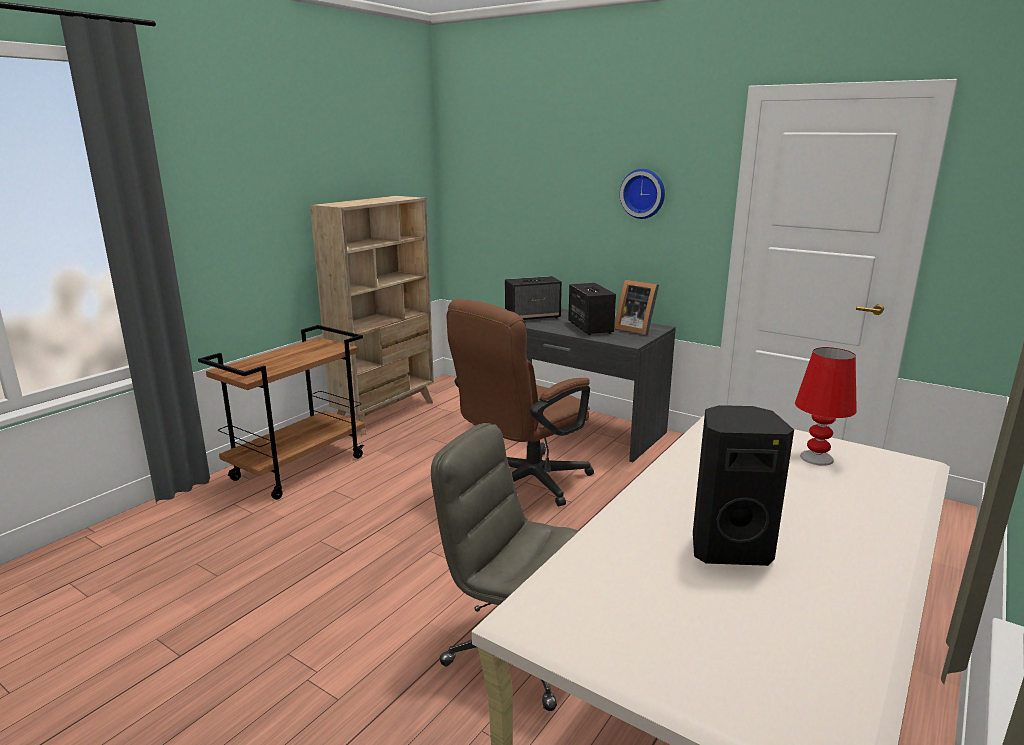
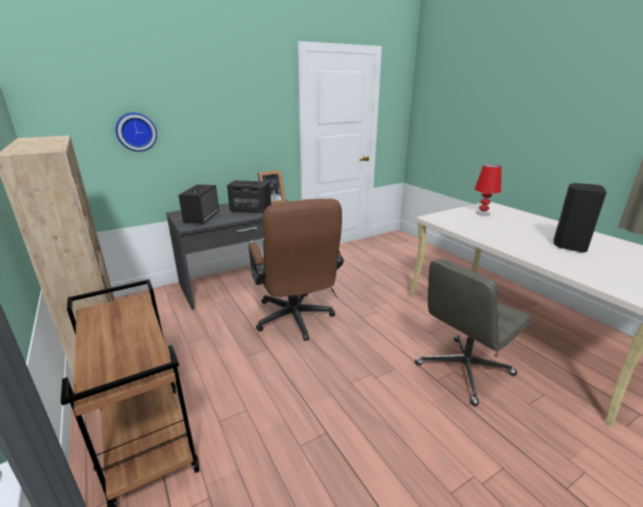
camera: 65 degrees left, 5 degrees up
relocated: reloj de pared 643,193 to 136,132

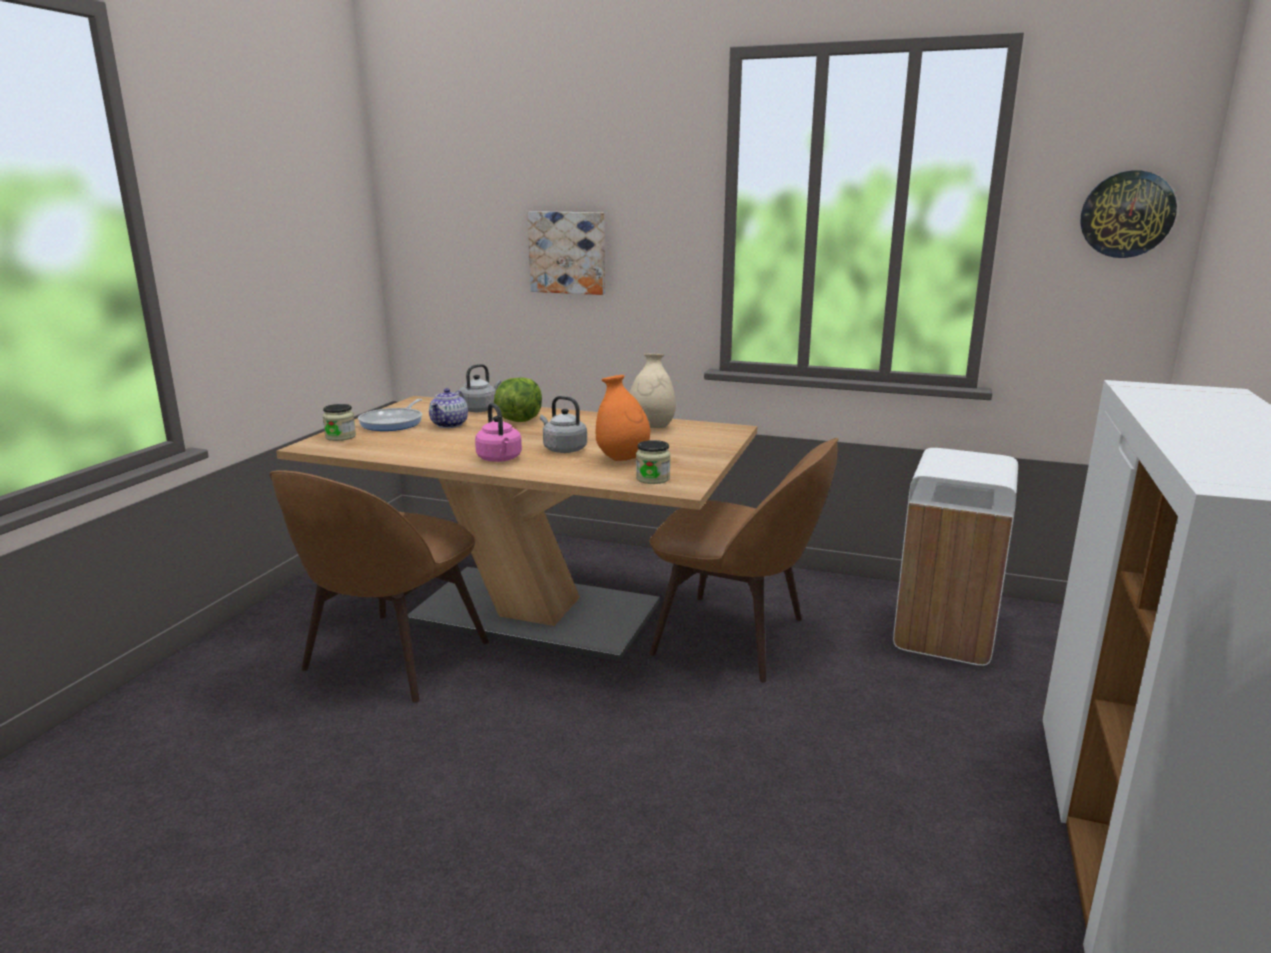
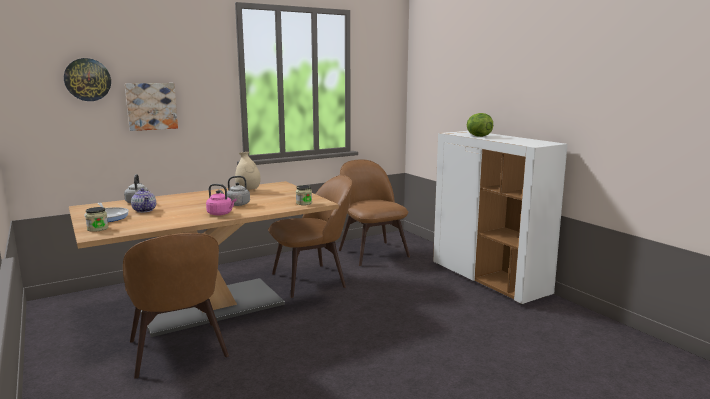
camera: 50 degrees left, 5 degrees down
missing: florero [naranja] 623,459
relocated: lechuga 519,420 to 478,136; reloj de pared 1127,214 to 87,79
exchanged: papelera [blanco] 946,634 to silla [marrón] 372,252

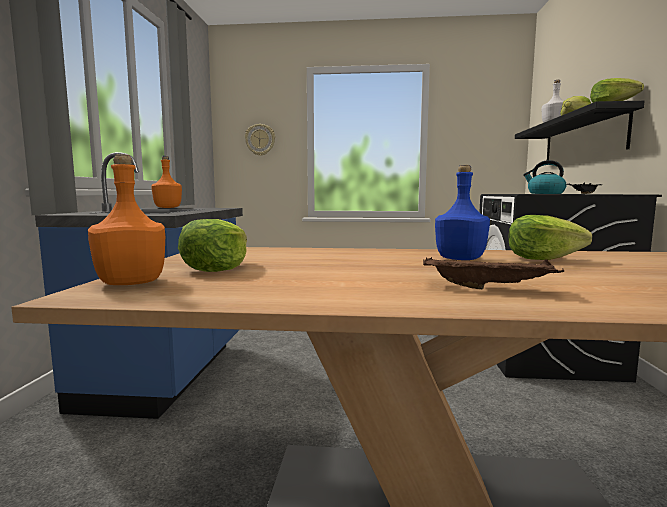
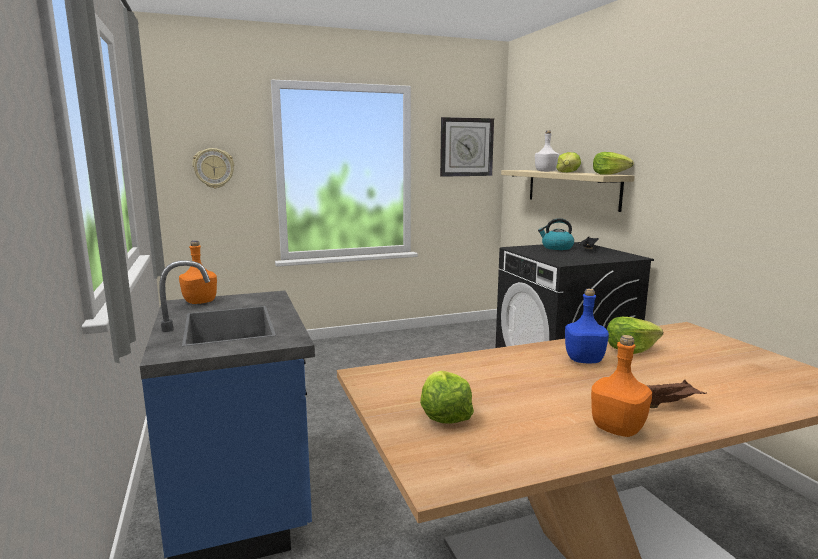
camera: 25 degrees left, 5 degrees up
appeared: reloj de pared 466,147
relocated: botella [naranja] 130,283 to 617,429
colour: estante [negro] 582,139 to estante [beis] 571,188

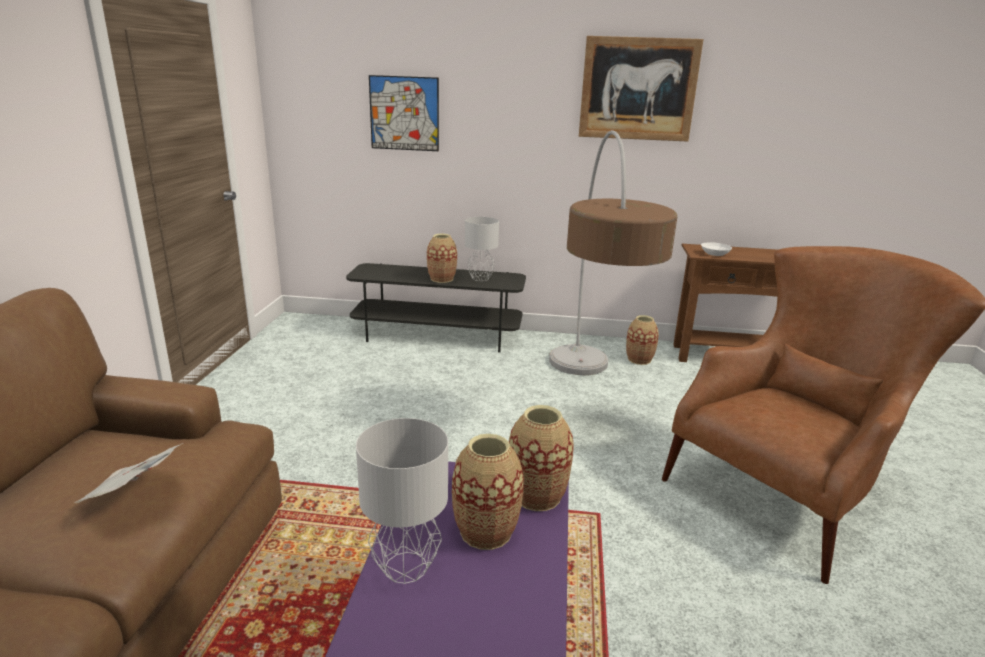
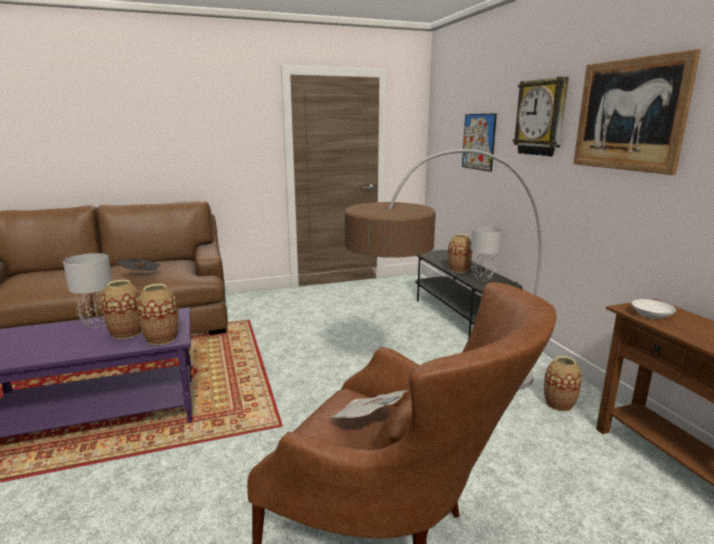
camera: 65 degrees right, 5 degrees down
appeared: periódico 367,422; reloj de pared 541,118

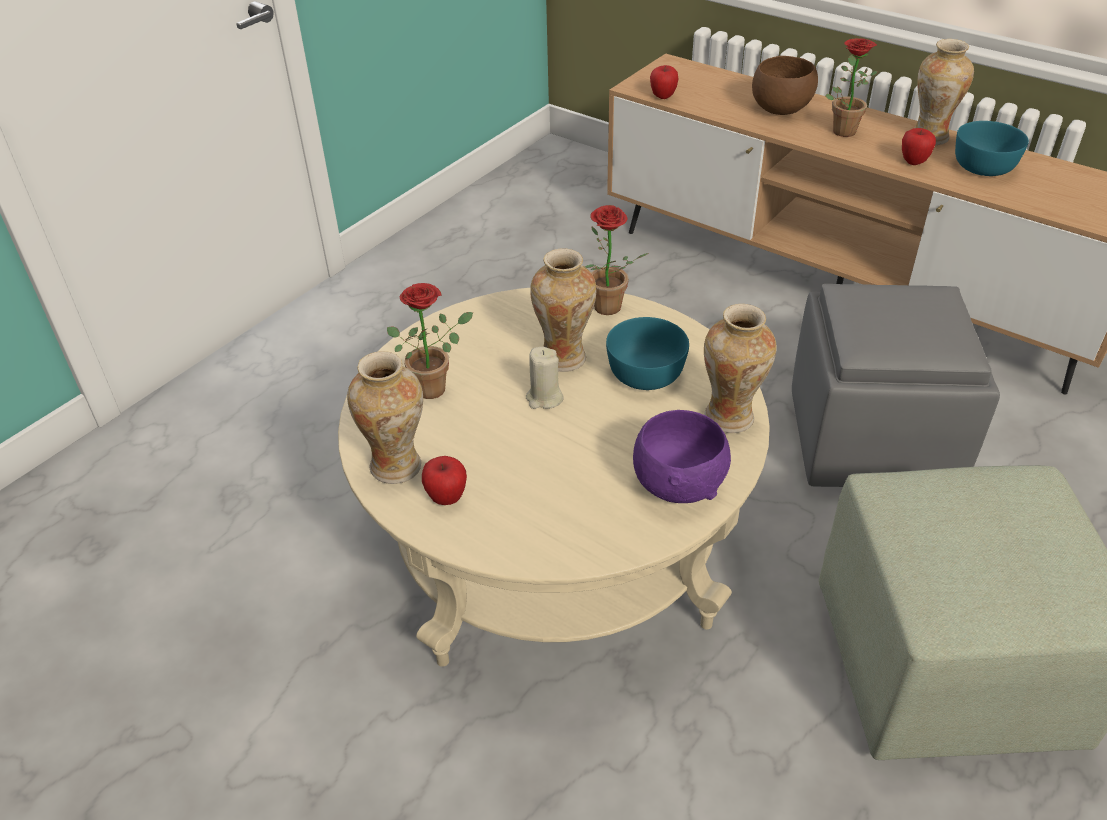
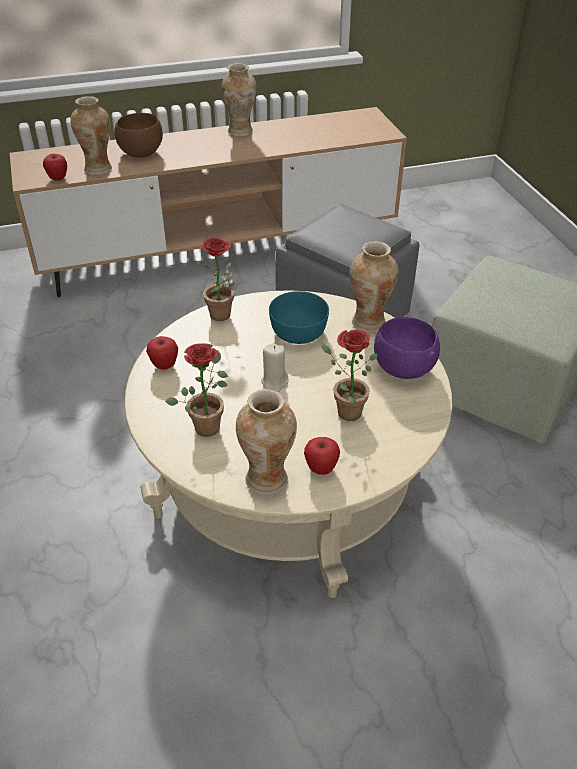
camera: 55 degrees left, 0 degrees up
missing: cuenco [turquesa] 983,167
relocated: florero 564,358 to 98,169; planta en maceta 842,129 to 344,411; manzana 913,162 to 164,365

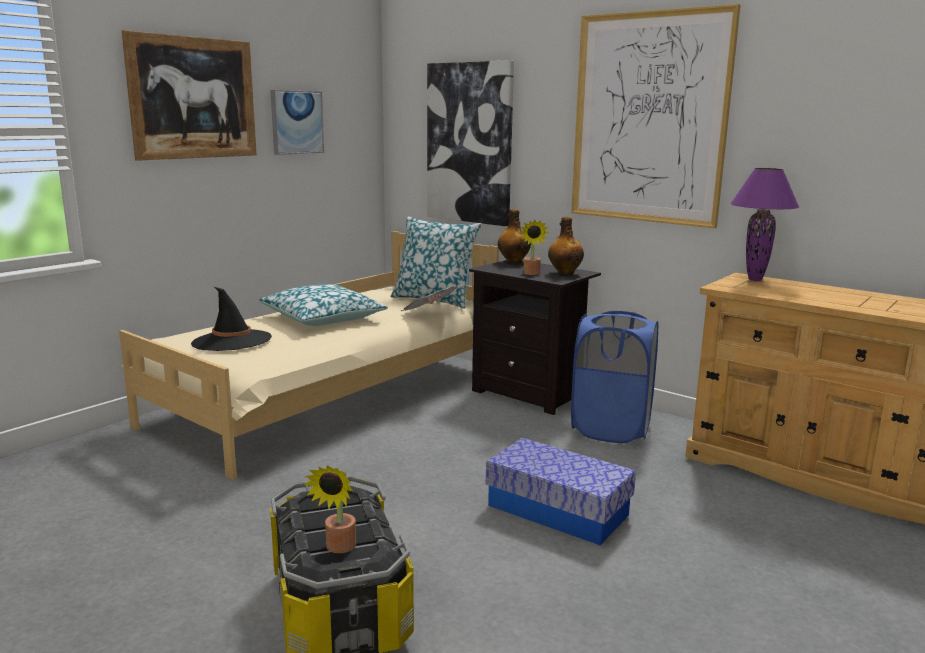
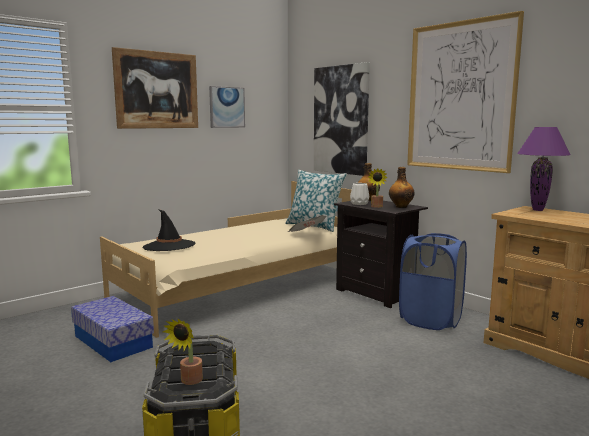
camera: 10 degrees right, 5 degrees down
missing: cojín 323,318
appeared: florero [blanco] 359,204
relocated: caja de almacenaje 558,510 to 113,341

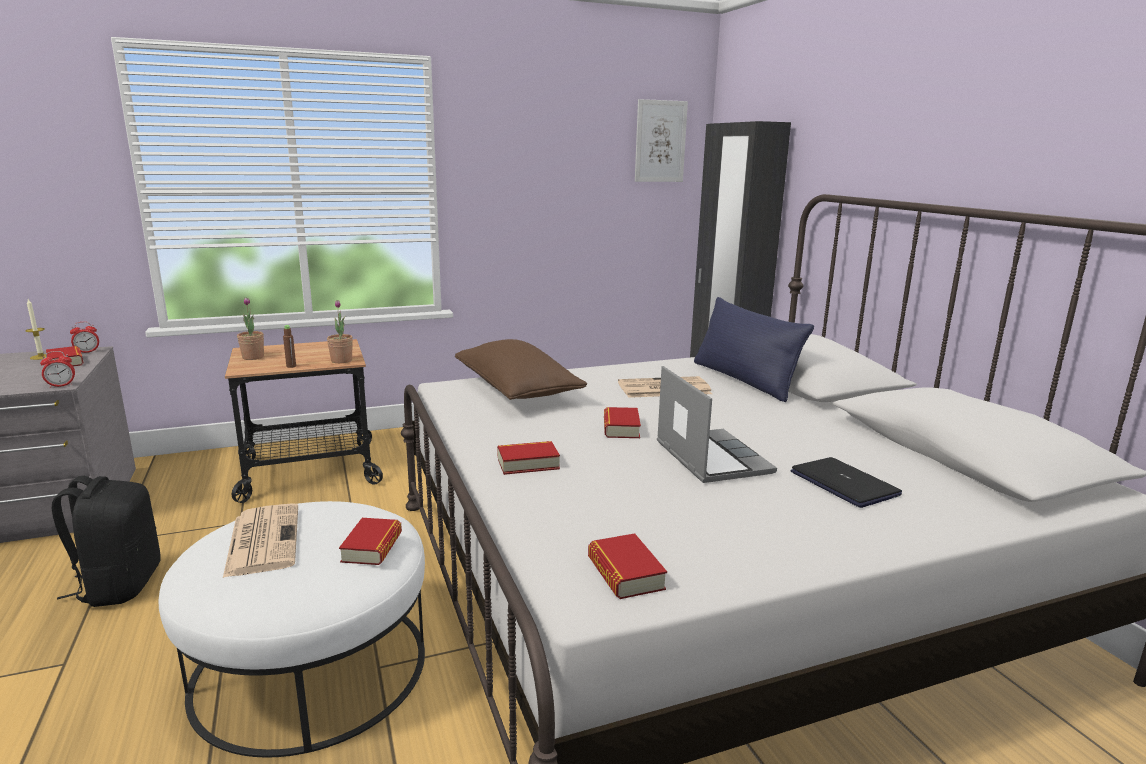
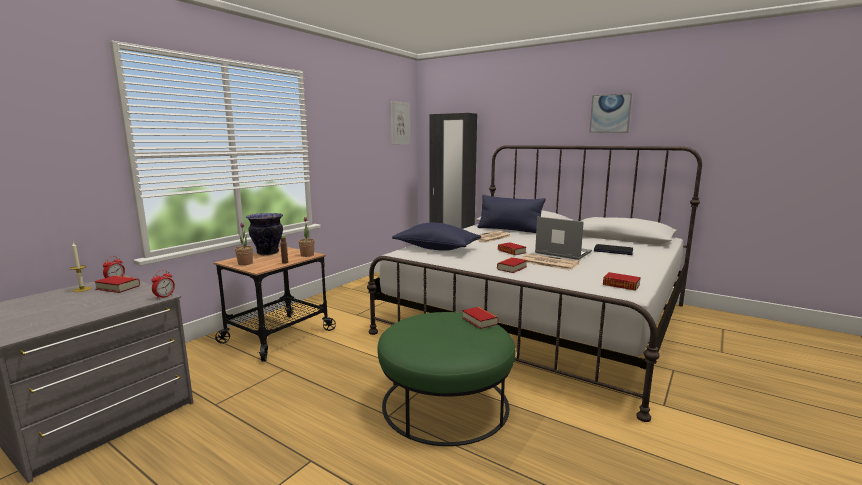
camera: 35 degrees left, 5 degrees down
missing: mochila [negro] 119,586
appeared: florero 267,253; cuadro 610,113
relocated: periódico 263,539 to 547,262
colour: puf [blanco] 311,667 to puf [verde] 445,403; cojín [marrón] 517,390 to cojín [azul] 436,248

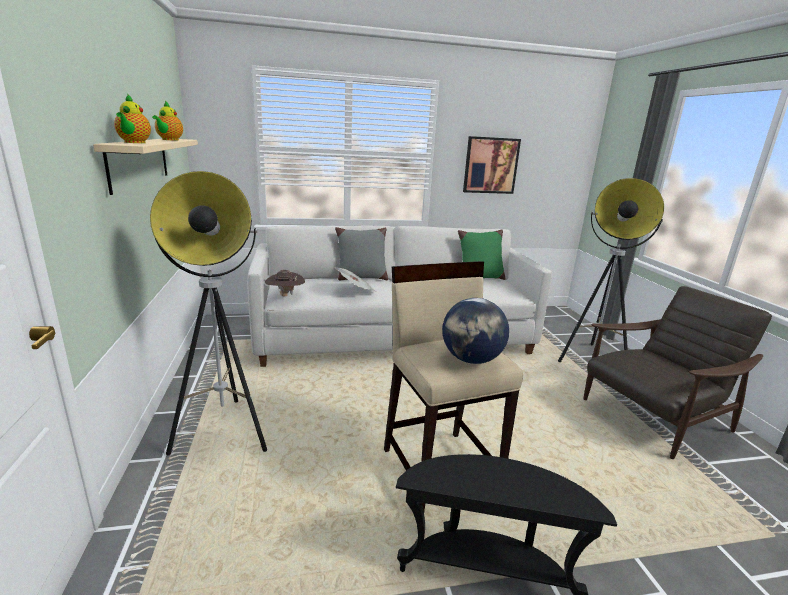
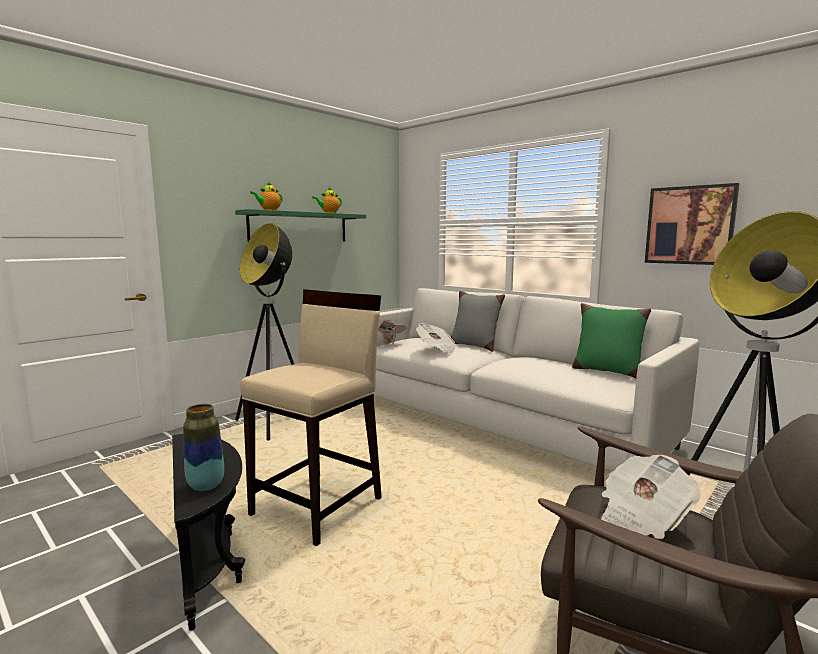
camera: 55 degrees right, 10 degrees down
missing: globo terráqueo 471,360
appeared: florero 206,485; periódico 642,517
colour: estante [beis] 139,162 to estante [verde] 299,227

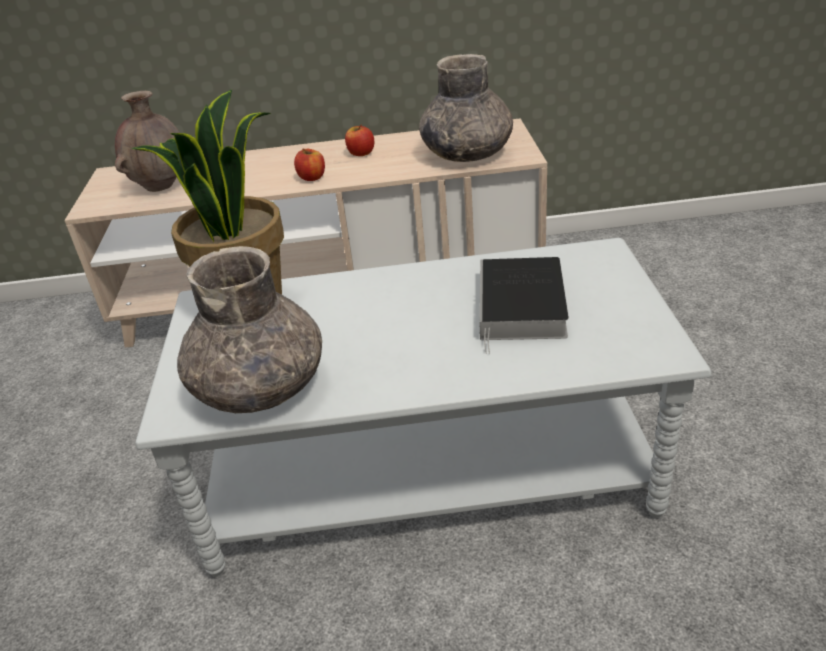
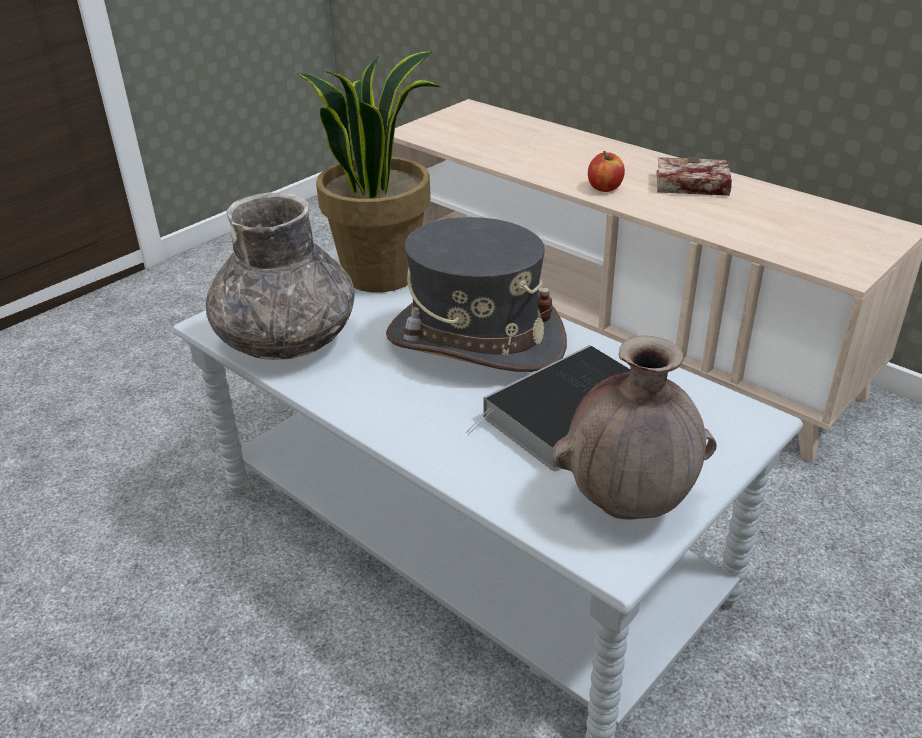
camera: 45 degrees right, 0 degrees up
missing: florero [gris] 467,154
appeared: sombrero [gris] 475,340
relocated: florero [marrón] 161,186 to 629,504
exchanged: manzana 361,153 to libro 688,185

